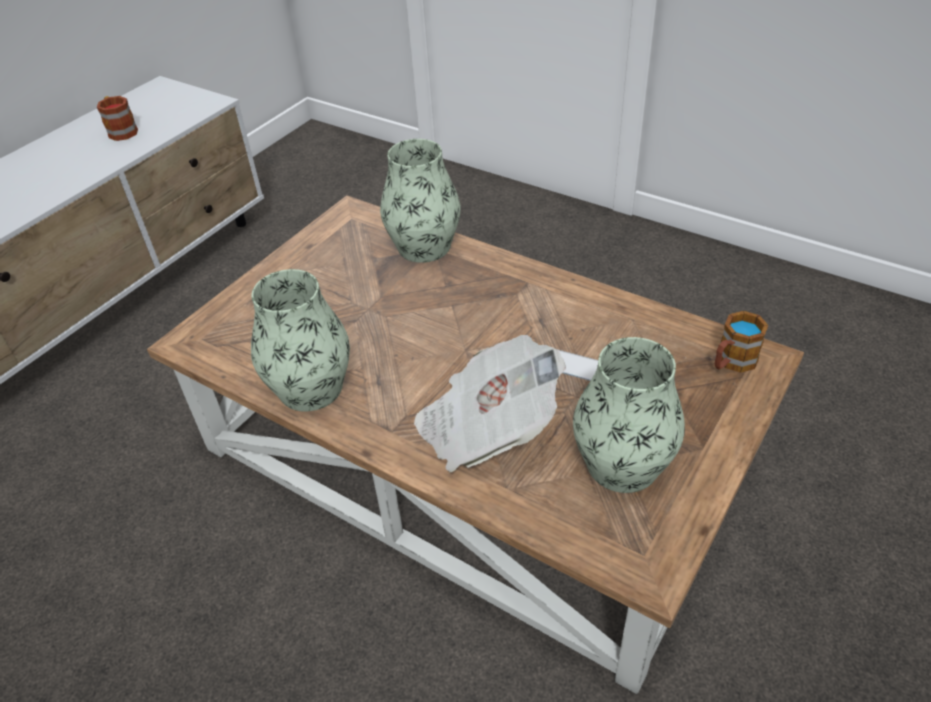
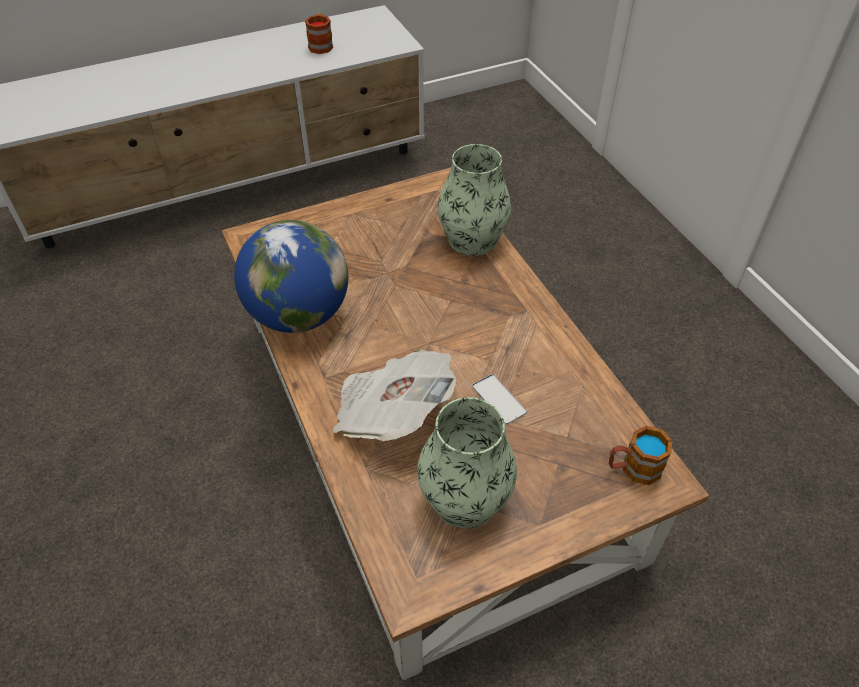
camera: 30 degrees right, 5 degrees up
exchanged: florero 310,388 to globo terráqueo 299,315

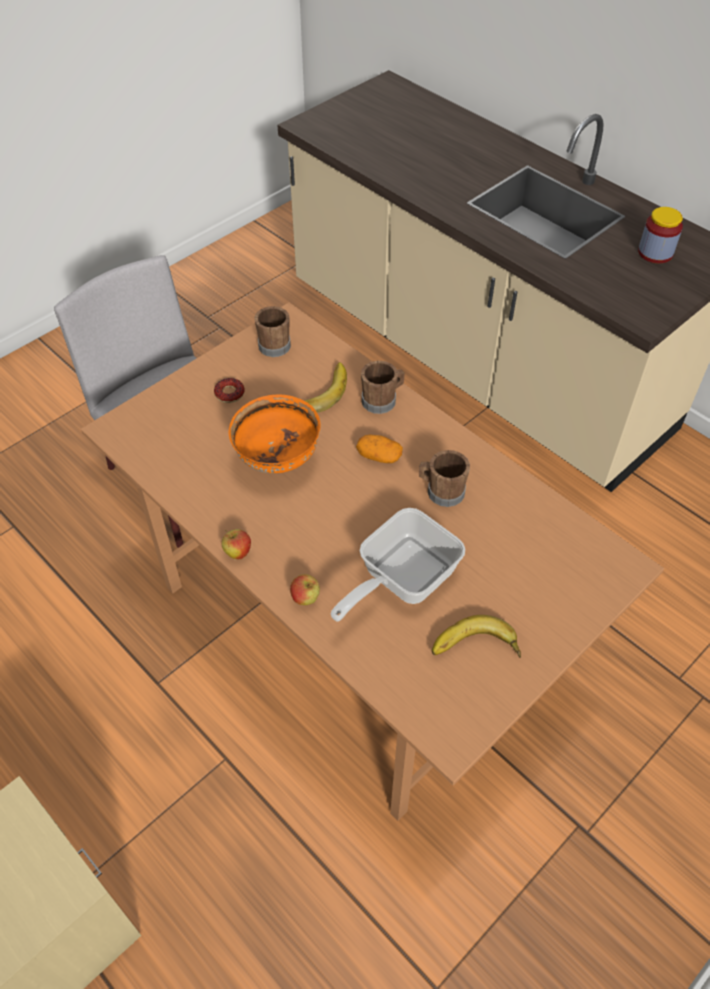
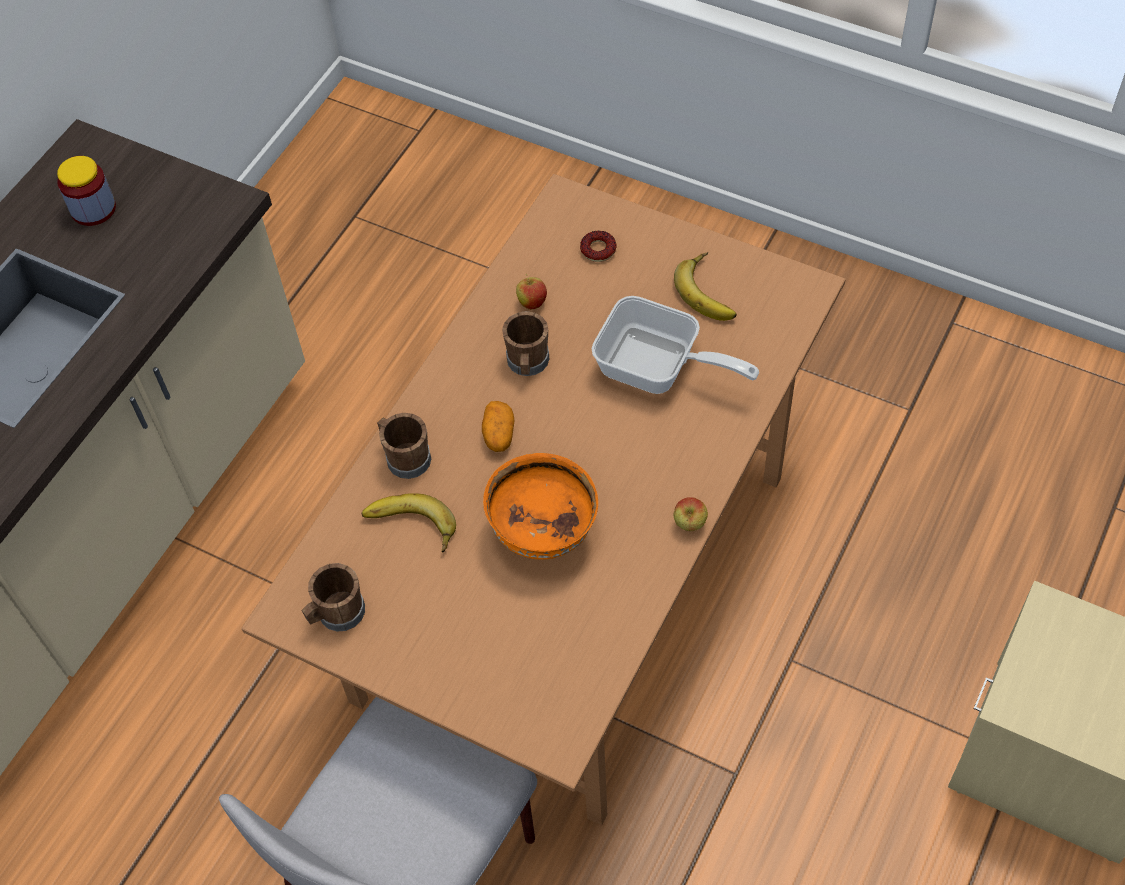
camera: 105 degrees left, 5 degrees up
relocated: rosquilla 229,393 to 598,250; manzana 305,599 to 532,302

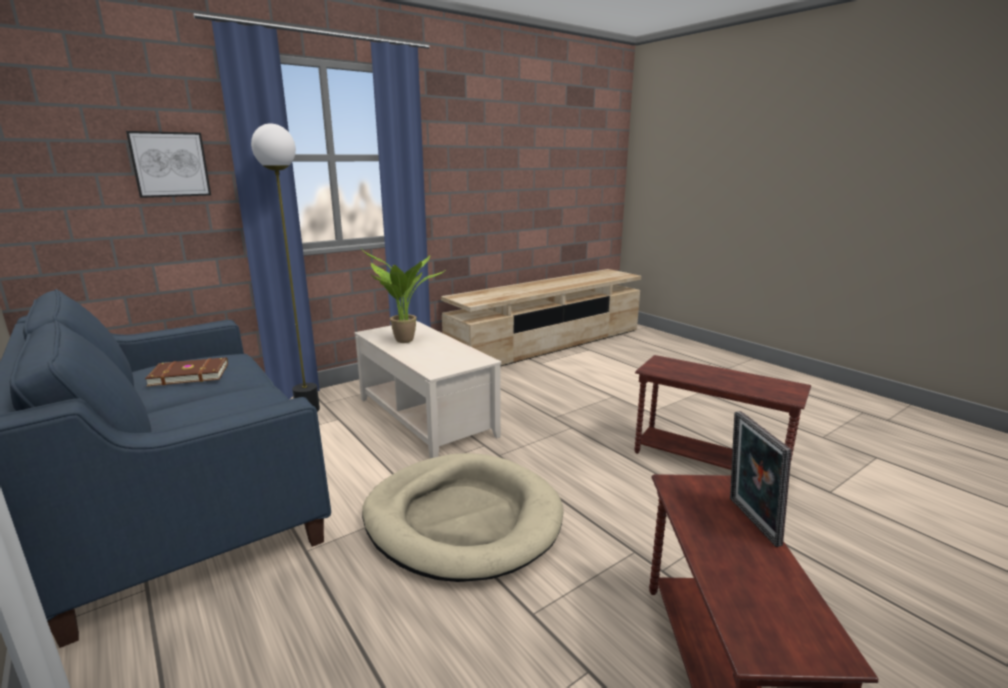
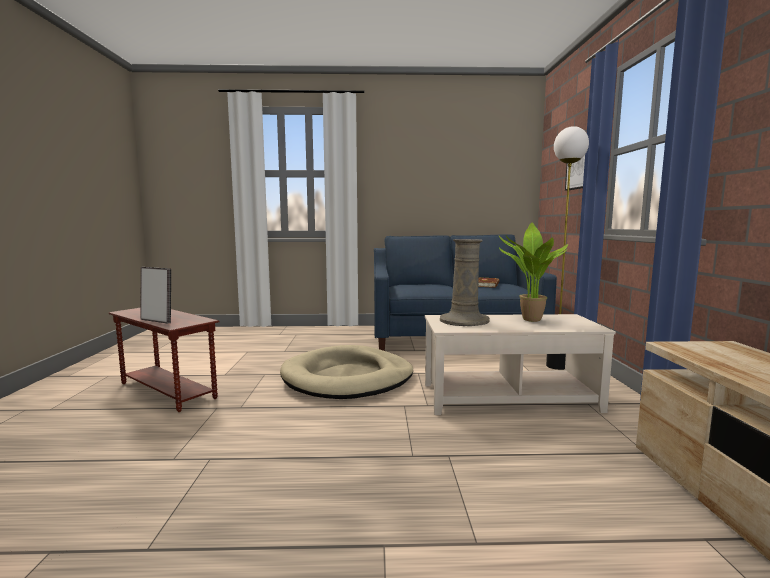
camera: 125 degrees right, 10 degrees down
missing: mesa auxiliar [marrón] 708,462
appeared: florero [beis] 463,320

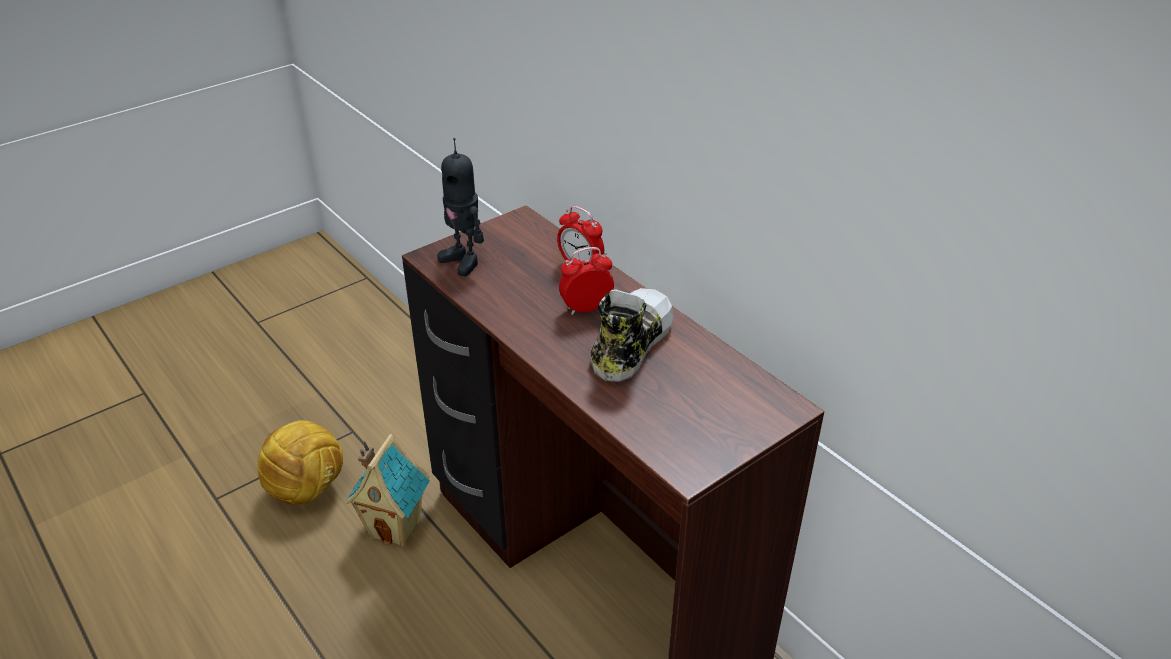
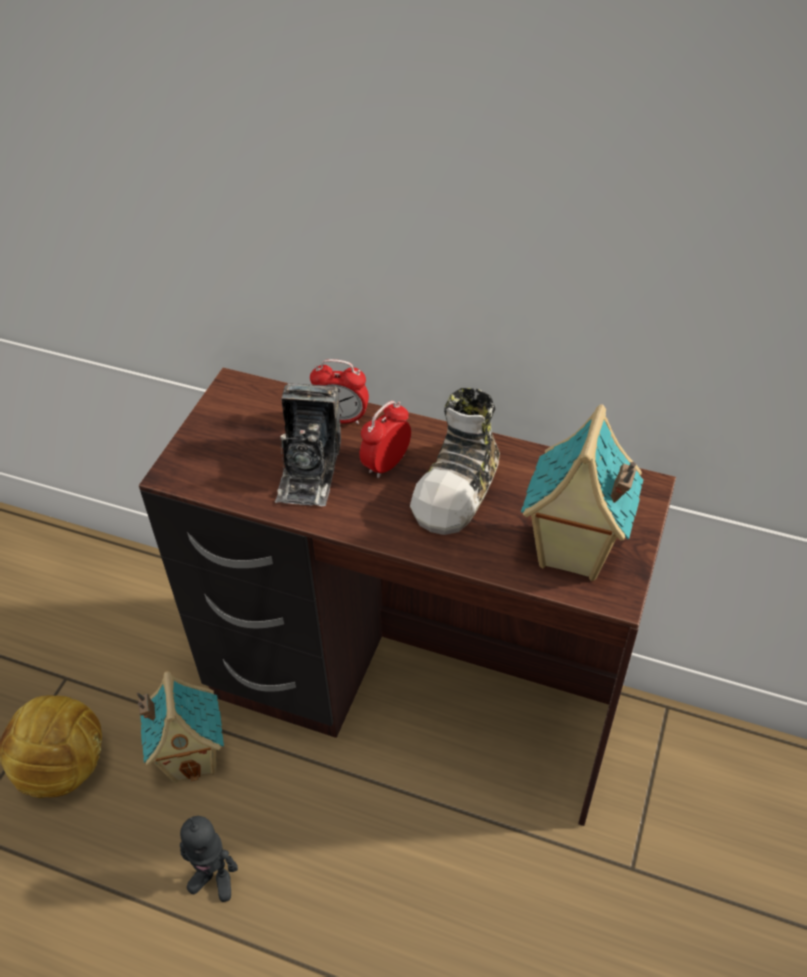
camera: 30 degrees left, 10 degrees up
appeared: cámara 309,470; casita 571,554
relocated: robot de juguete 464,261 to 214,879
spun: zapato 628,345 = 459,487 150 degrees counterclockwise

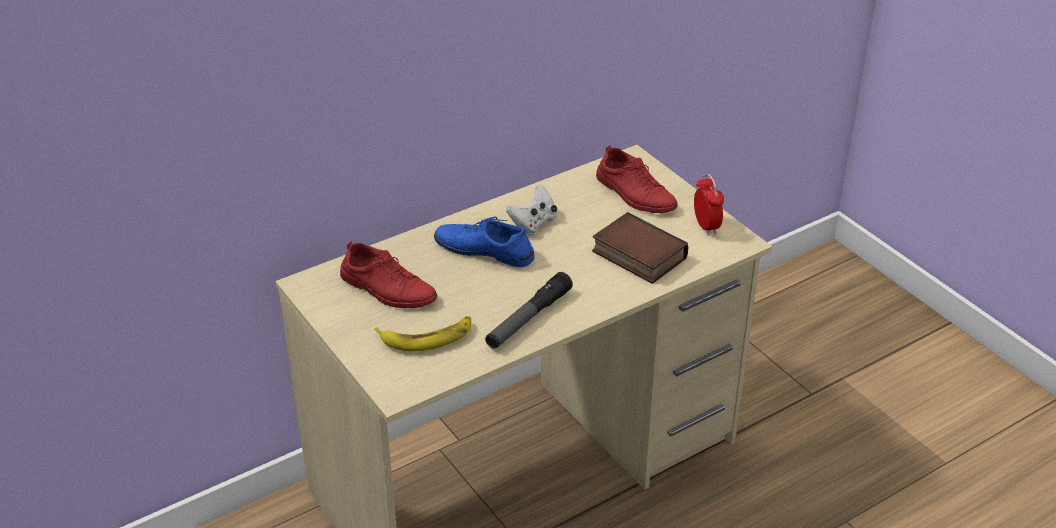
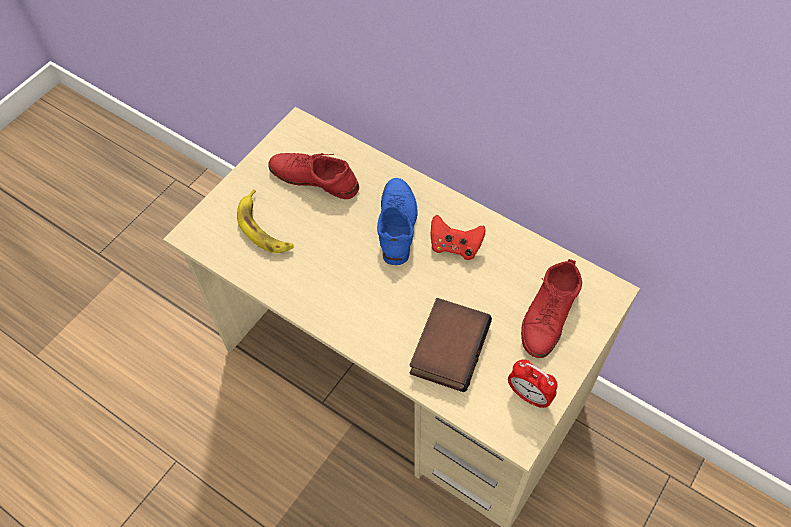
camera: 70 degrees right, 20 degrees up
missing: linterna 528,318
colour: mando de consola [blanco] 533,223 to mando de consola [rojo] 455,246
spun: zapato [rojo] 387,289 = 314,178 105 degrees clockwise; despertador 706,226 = 529,395 75 degrees clockwise

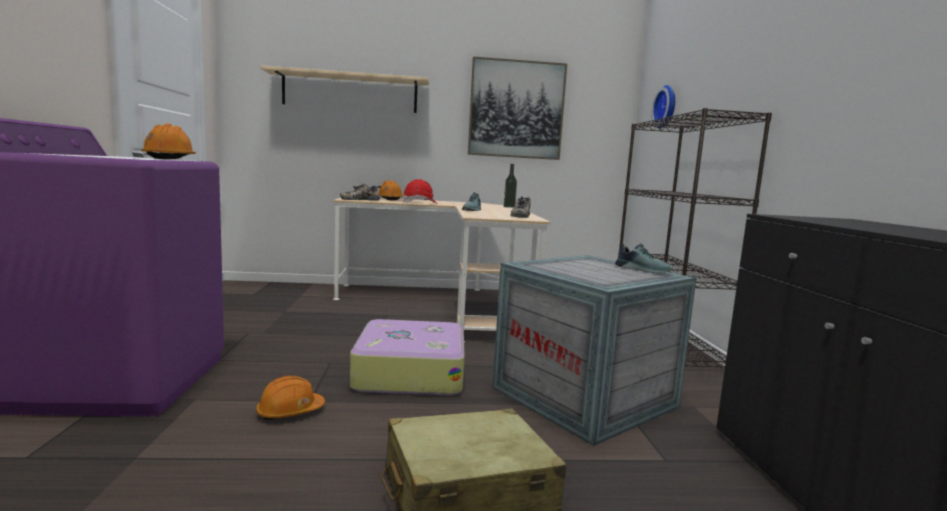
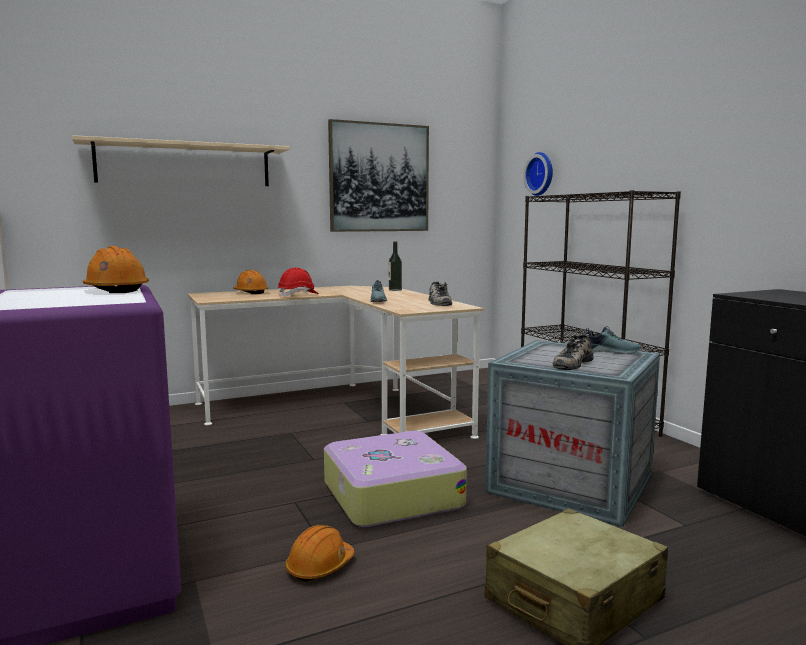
camera: 20 degrees left, 0 degrees up
relocated: zapato 360,199 to 572,363

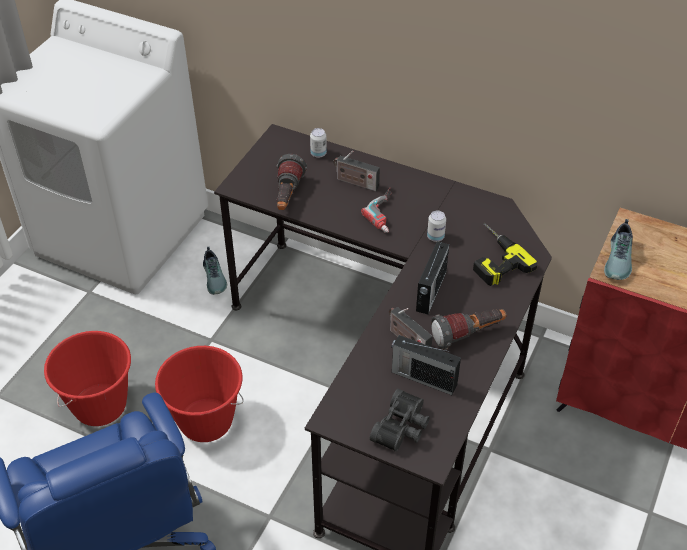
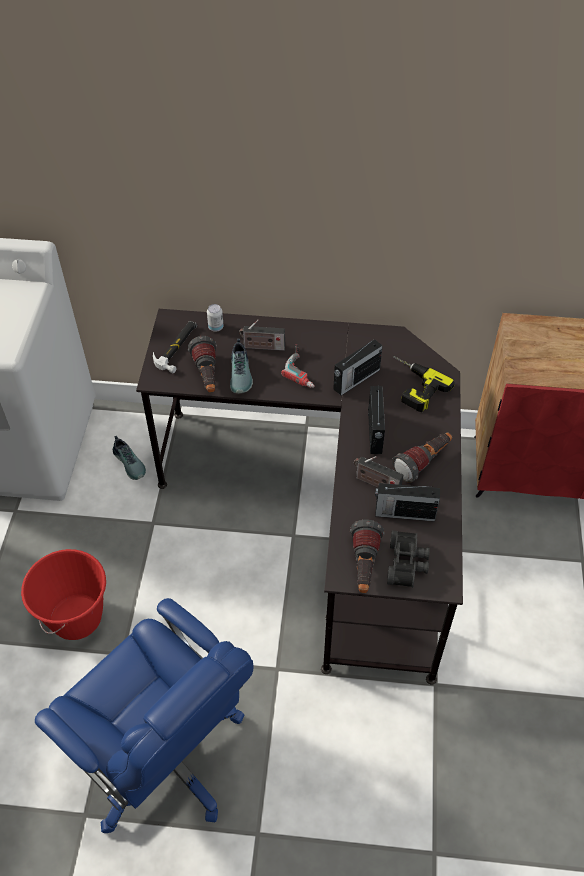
camera: 20 degrees left, 5 degrees up
missing: cubo [rojo] 205,421
appeared: martillo 178,347; linterna 364,566
relocated: zapato 620,260 to 241,374
exchanged: lata 435,237 to radio 355,380

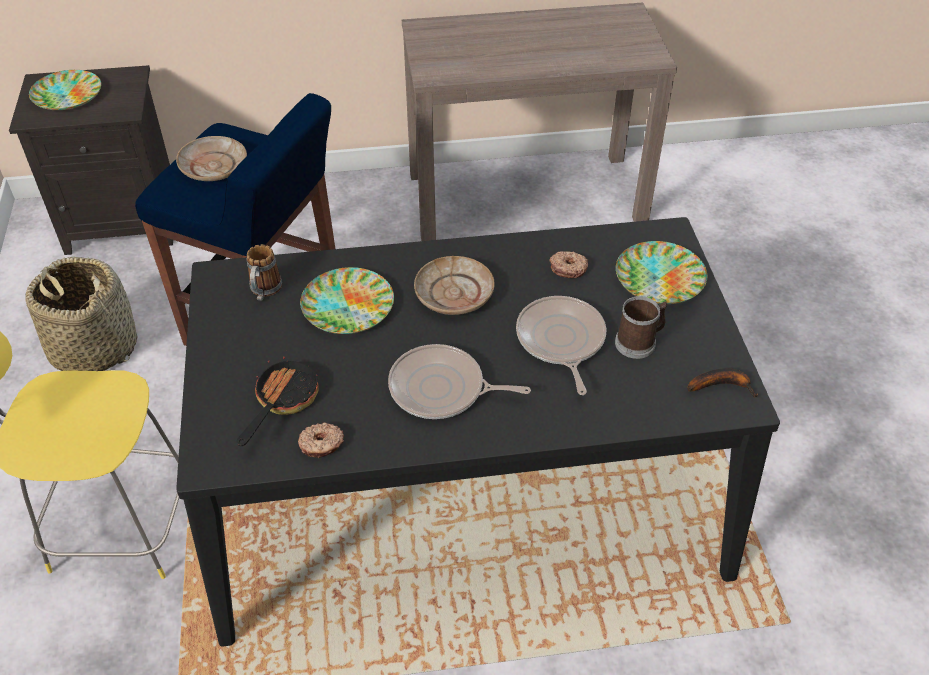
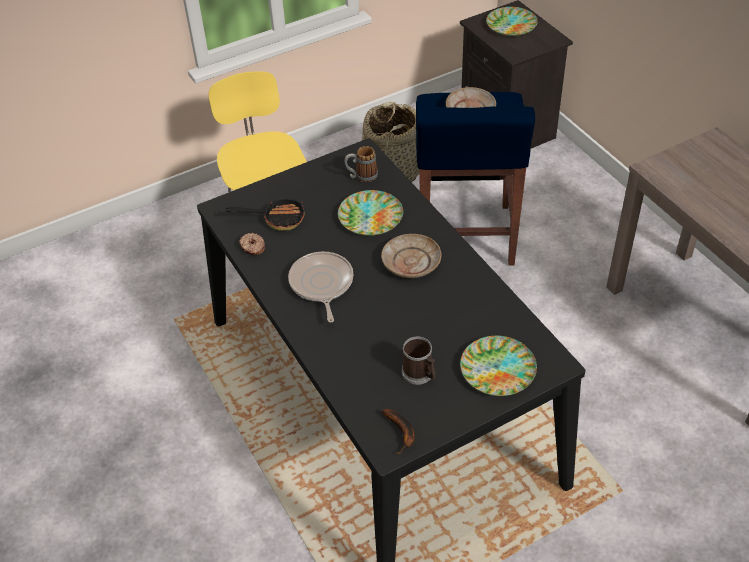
camera: 70 degrees right, 0 degrees up
missing: sartén 561,341; rosquilla 568,268

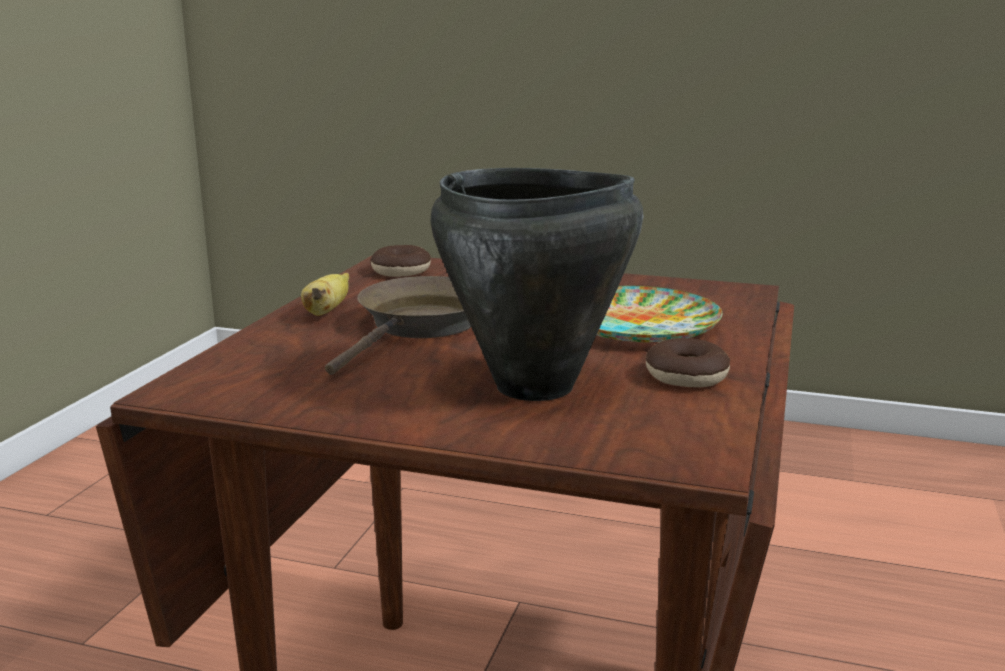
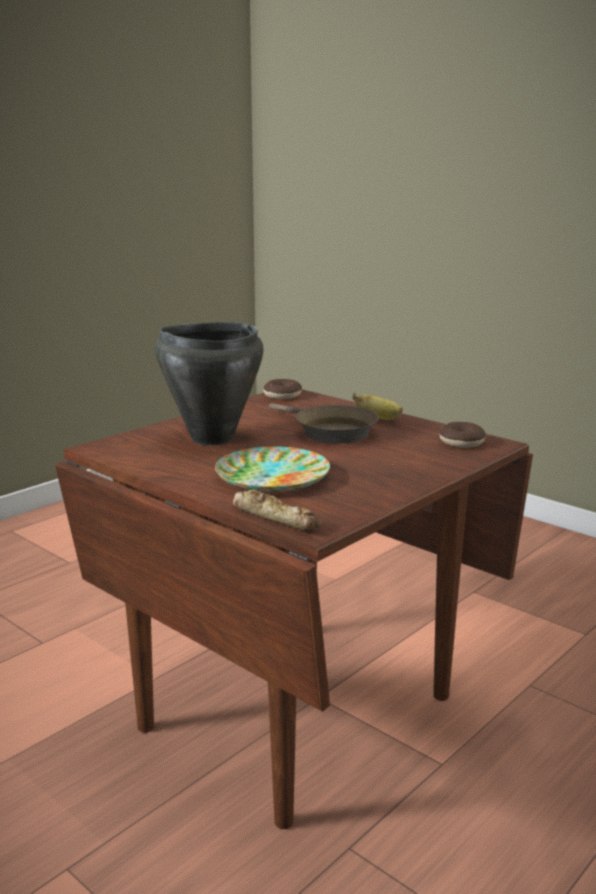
camera: 115 degrees right, 0 degrees up
appeared: pan 275,517
relocated: rosquilla 686,376 to 282,395

